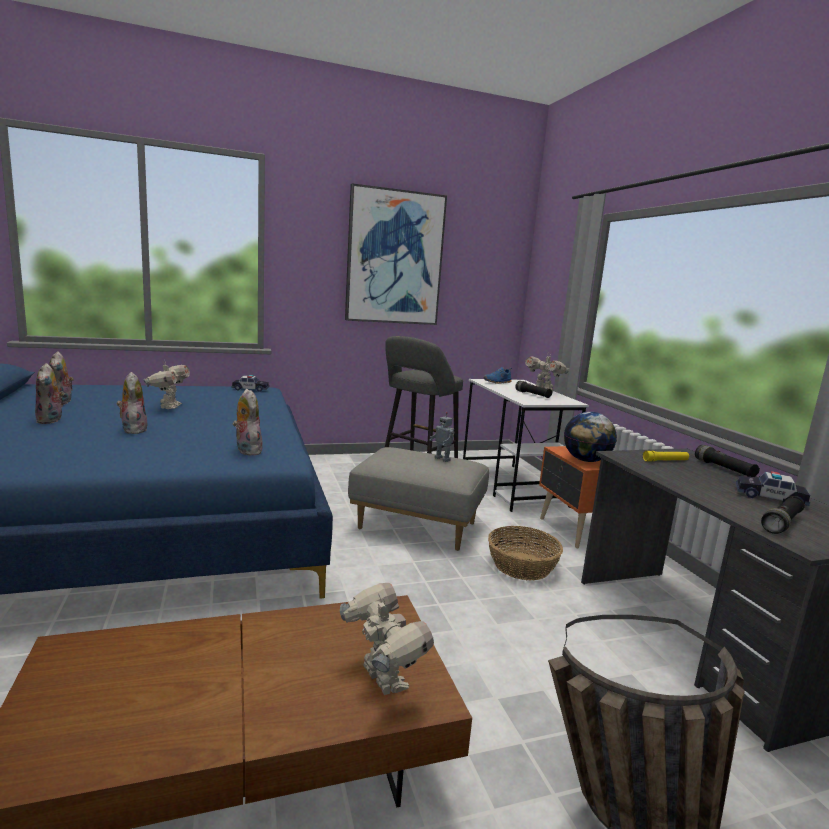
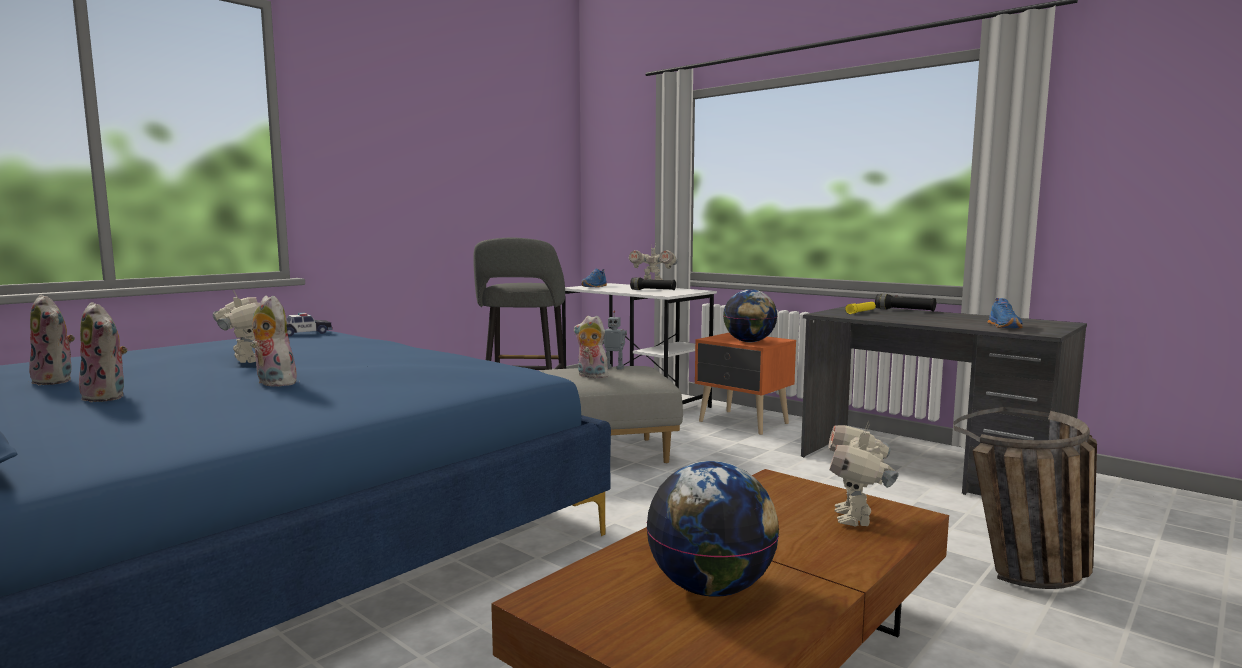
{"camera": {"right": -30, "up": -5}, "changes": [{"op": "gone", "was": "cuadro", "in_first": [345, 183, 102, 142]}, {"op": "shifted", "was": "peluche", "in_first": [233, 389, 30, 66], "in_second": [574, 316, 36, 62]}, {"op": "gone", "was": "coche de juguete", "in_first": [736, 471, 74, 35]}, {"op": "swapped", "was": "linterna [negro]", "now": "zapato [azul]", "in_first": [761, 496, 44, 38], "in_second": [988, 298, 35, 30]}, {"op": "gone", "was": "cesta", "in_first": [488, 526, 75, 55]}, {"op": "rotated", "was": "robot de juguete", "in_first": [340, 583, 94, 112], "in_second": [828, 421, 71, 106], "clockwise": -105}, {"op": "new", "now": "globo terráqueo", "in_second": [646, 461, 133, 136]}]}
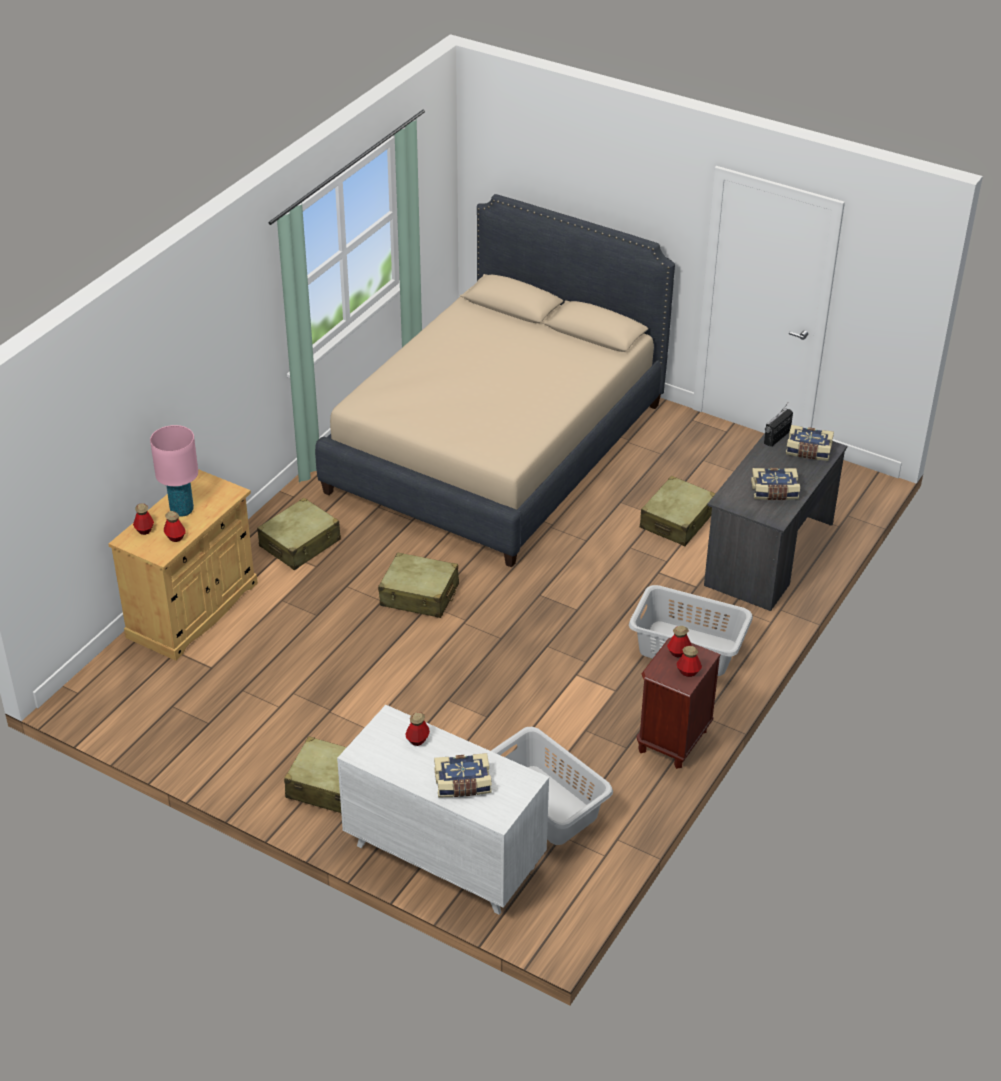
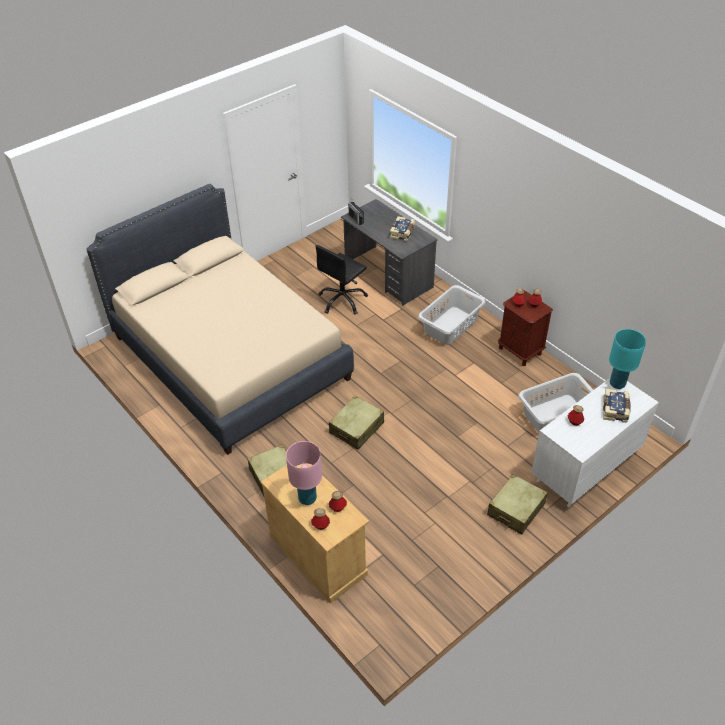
{"camera": {"right": -70, "up": 5}, "changes": [{"op": "gone", "was": "libro", "in_first": [786, 425, 48, 36]}, {"op": "swapped", "was": "maleta [beis]", "now": "silla de oficina [negro]", "in_first": [640, 476, 76, 70], "in_second": [315, 245, 53, 70]}, {"op": "new", "now": "lámpara de mesa [turquesa]", "in_second": [609, 329, 37, 60]}]}
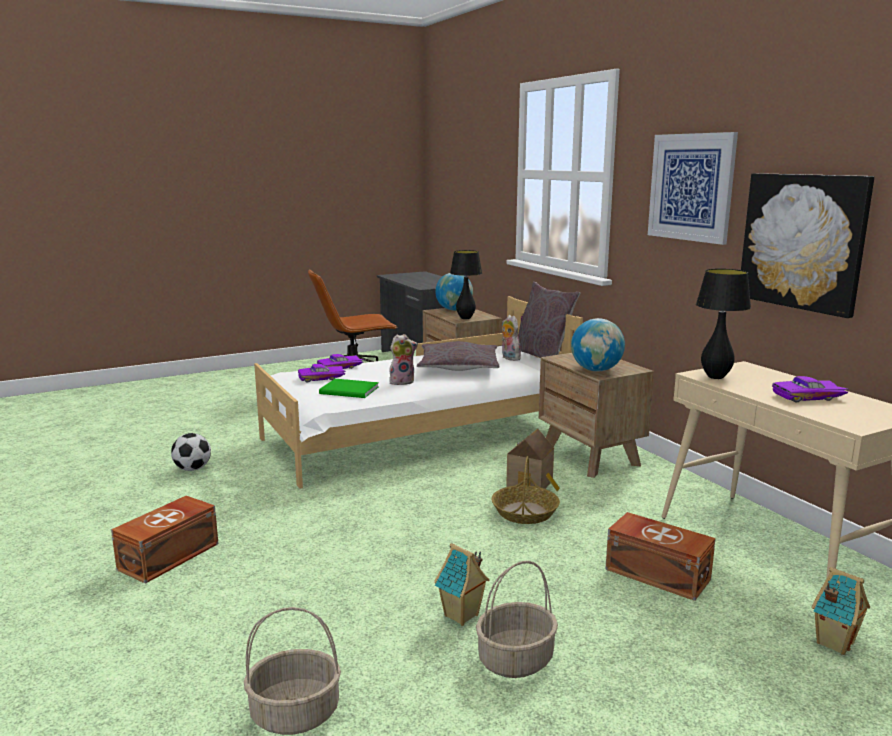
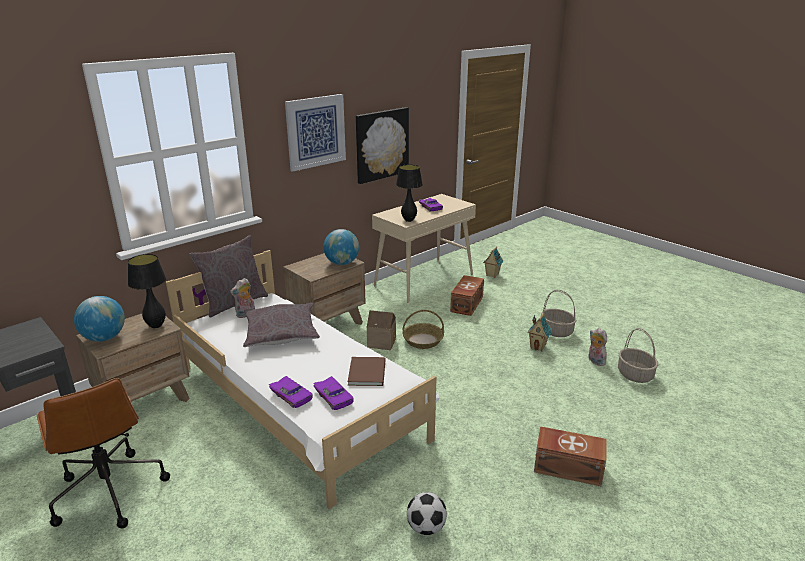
{"camera": {"right": -105, "up": 10}, "changes": [{"op": "shifted", "was": "peluche", "in_first": [389, 334, 29, 52], "in_second": [588, 328, 19, 38]}, {"op": "repainted", "was": "libro [verde]", "now": "libro [marrón]", "in_first": [319, 379, 60, 19], "in_second": [348, 357, 38, 29]}]}
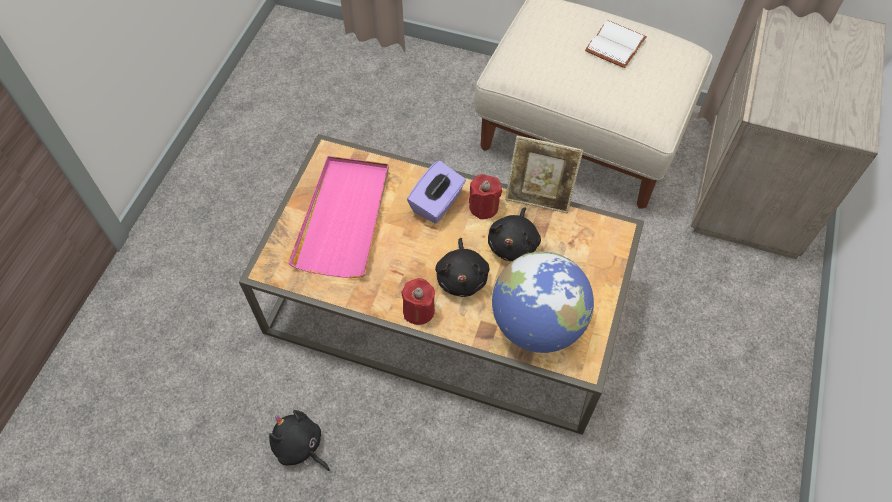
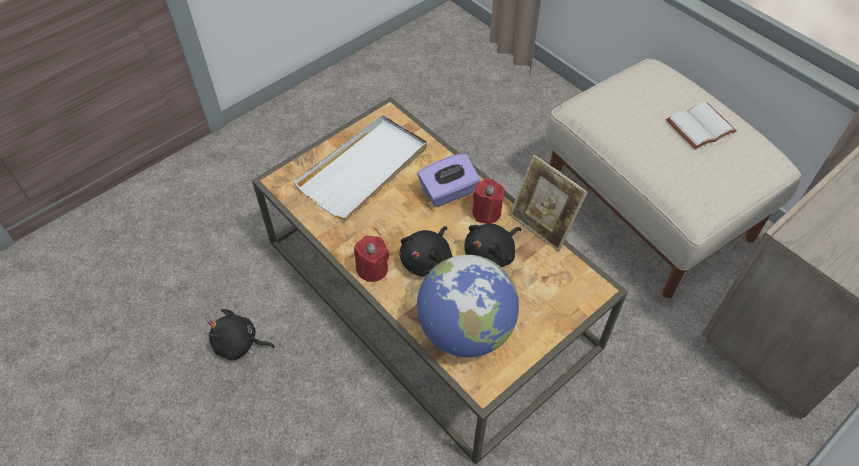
{"camera": {"right": 30, "up": -5}, "changes": [{"op": "repainted", "was": "bandeja [rosa]", "now": "bandeja [blanco]", "in_first": [288, 156, 101, 122], "in_second": [294, 115, 133, 104]}, {"op": "rotated", "was": "peluche [negro]", "in_first": [269, 410, 61, 61], "in_second": [207, 309, 68, 51], "clockwise": -60}]}
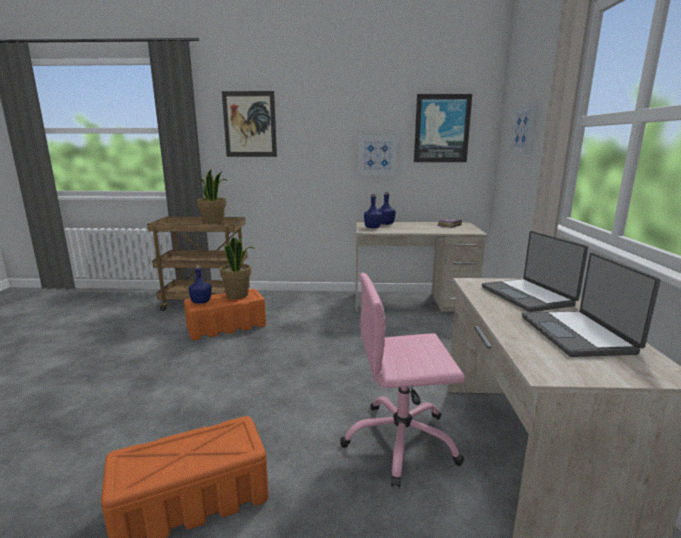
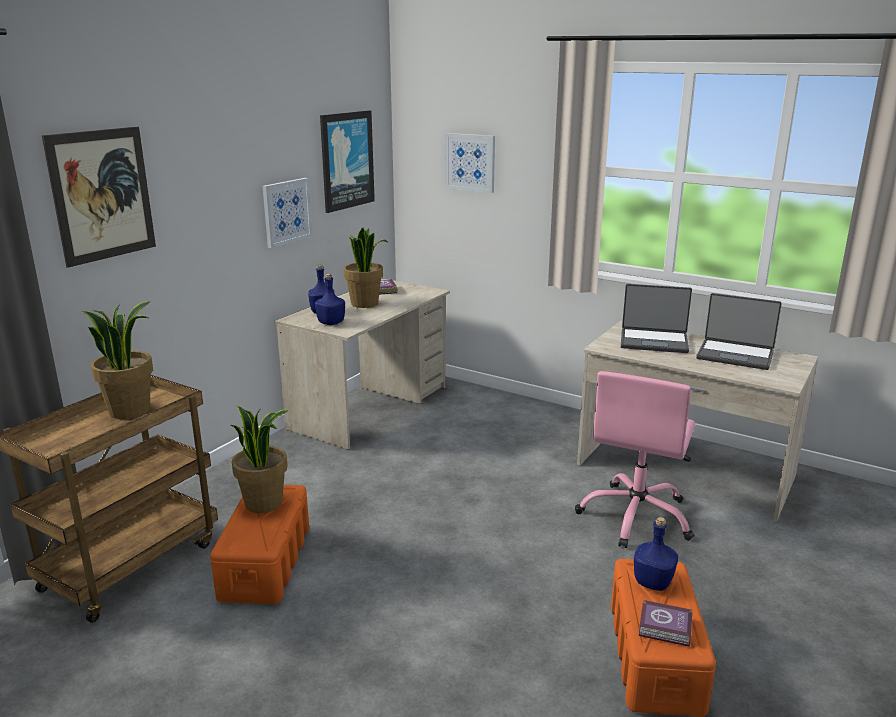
{"camera": {"right": -60, "up": 5}, "changes": [{"op": "shifted", "was": "botella [azul]", "in_first": [188, 265, 24, 39], "in_second": [634, 517, 44, 74]}, {"op": "new", "now": "planta en maceta", "in_second": [344, 228, 44, 80]}, {"op": "new", "now": "libro", "in_second": [638, 600, 55, 47]}]}
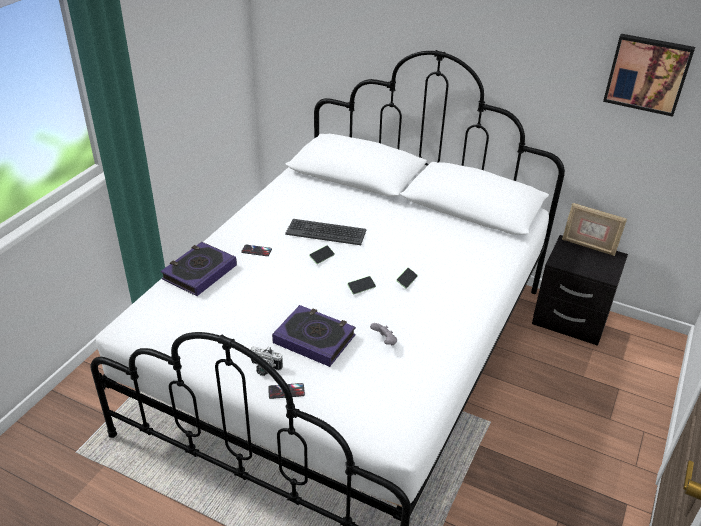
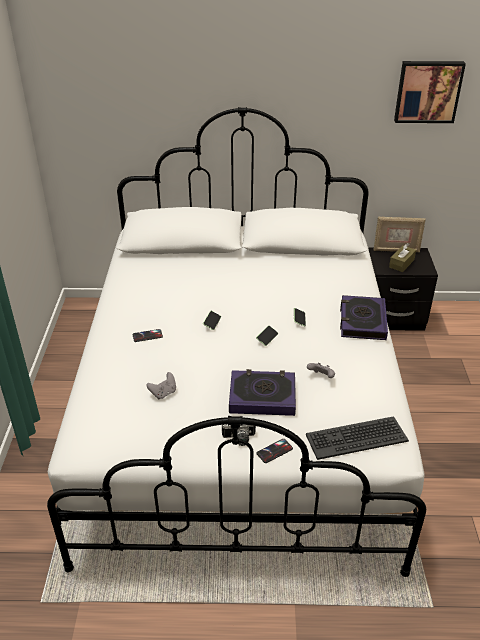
{"camera": {"right": -25, "up": 0}, "changes": [{"op": "shifted", "was": "teclado", "in_first": [285, 219, 81, 26], "in_second": [306, 416, 103, 44]}, {"op": "shifted", "was": "libro", "in_first": [160, 242, 77, 54], "in_second": [340, 295, 48, 45]}, {"op": "new", "now": "caja de pañuelos [marrón]", "in_second": [389, 243, 27, 29]}, {"op": "new", "now": "mando de consola [gris]", "in_second": [146, 372, 30, 27]}]}
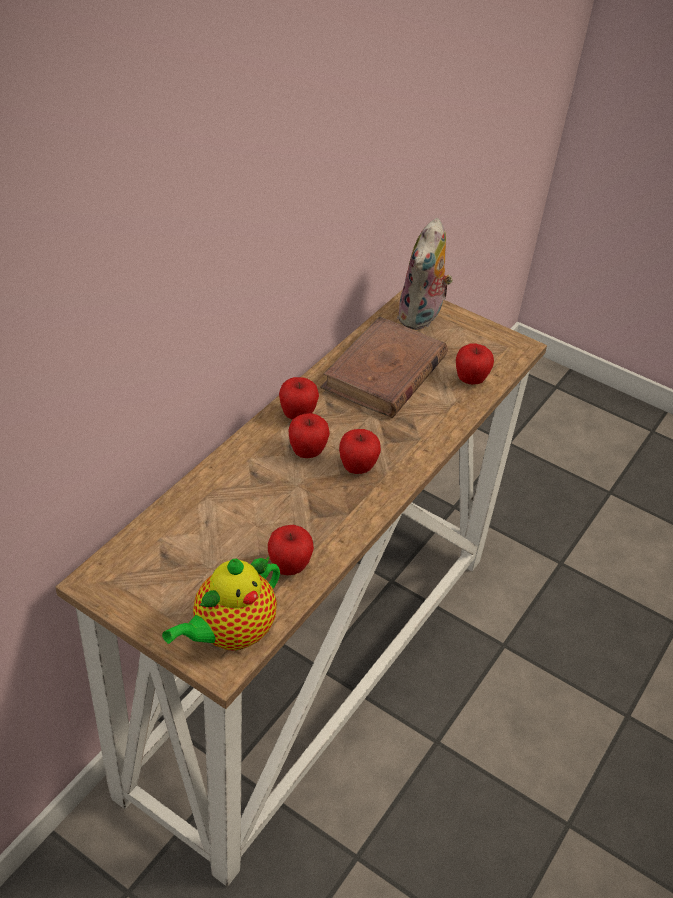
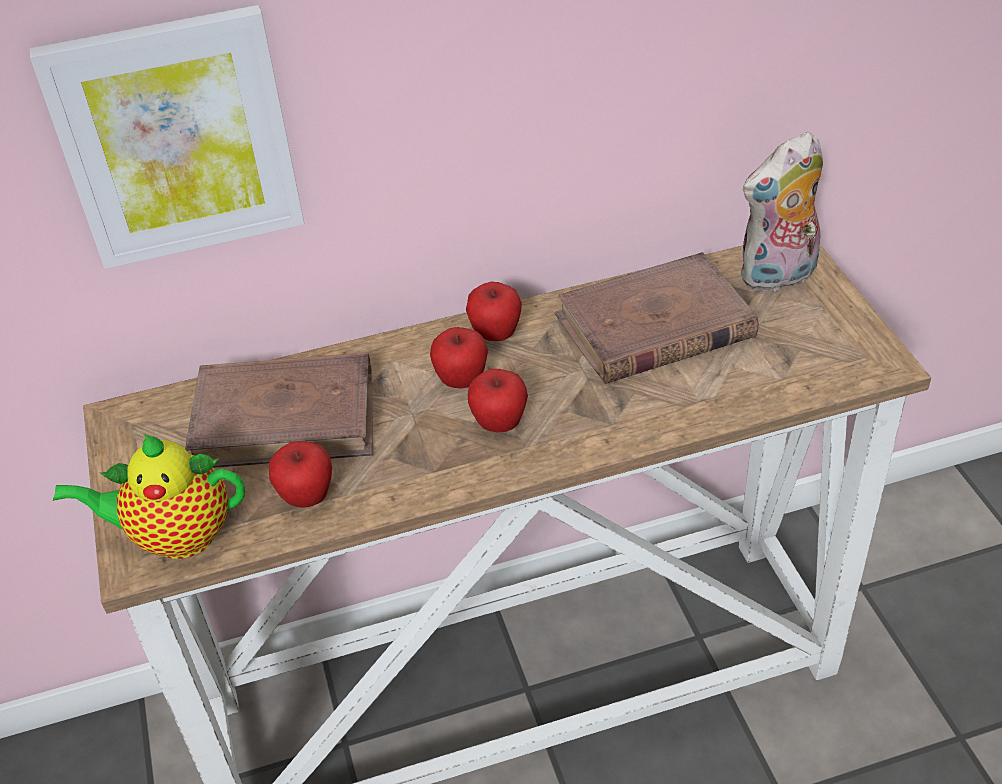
{"camera": {"right": 45, "up": 0}, "changes": [{"op": "gone", "was": "manzana", "in_first": [456, 343, 38, 41]}, {"op": "new", "now": "cuadro", "in_second": [29, 5, 275, 264]}, {"op": "new", "now": "libro [marrón]", "in_second": [185, 352, 188, 116]}]}
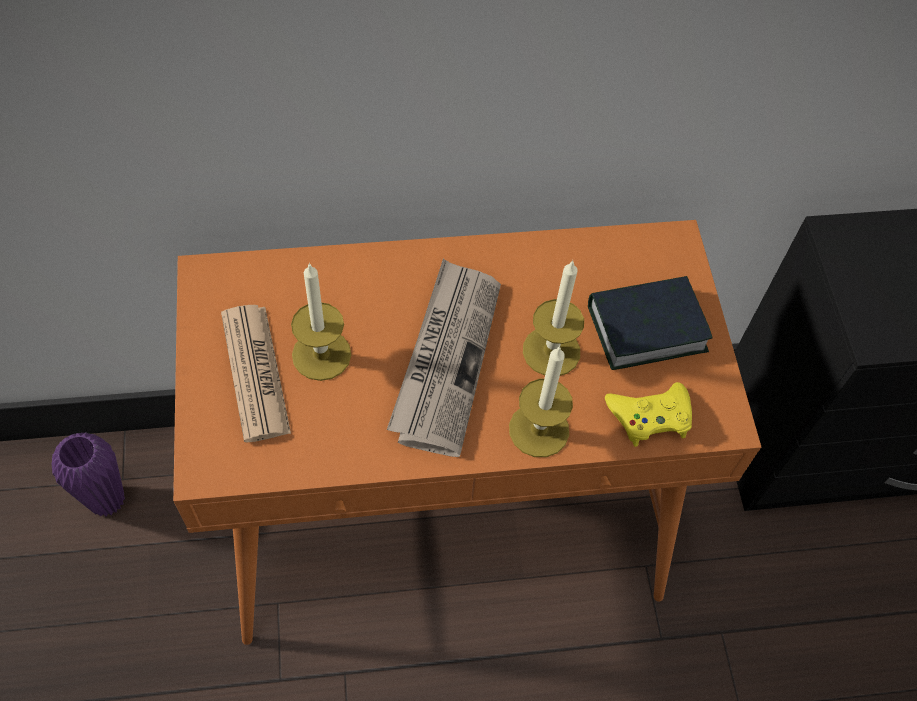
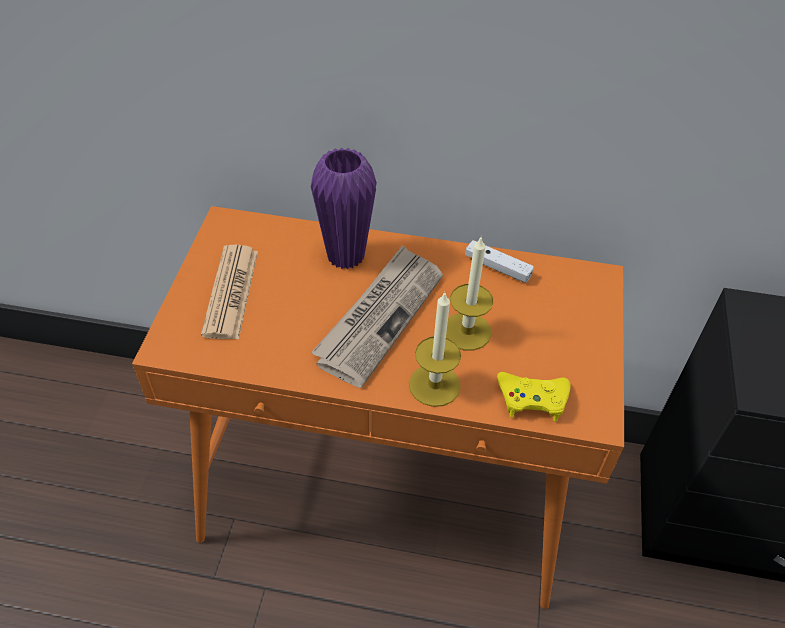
{"camera": {"right": 20, "up": -10}, "changes": [{"op": "gone", "was": "vela", "in_first": [291, 262, 60, 119]}, {"op": "gone", "was": "libro", "in_first": [588, 276, 125, 94]}, {"op": "shifted", "was": "florero [morado]", "in_first": [51, 433, 74, 83], "in_second": [311, 148, 66, 121]}, {"op": "new", "now": "mando de consola [blanco]", "in_second": [465, 240, 69, 43]}]}
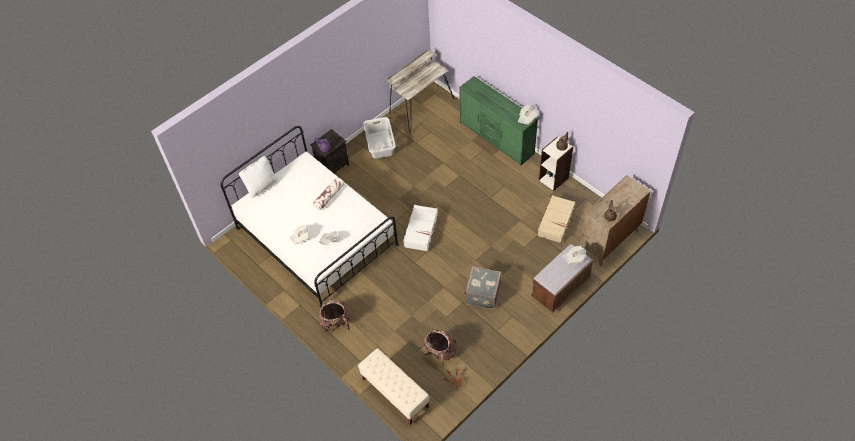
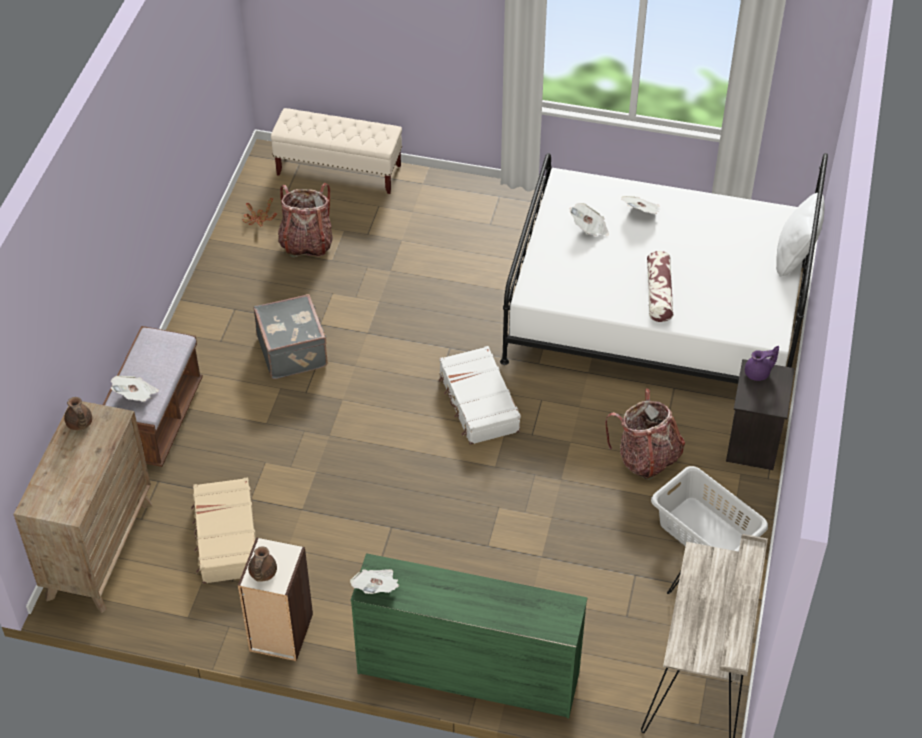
{"camera": {"right": 145, "up": -5}, "changes": [{"op": "shifted", "was": "mochila", "in_first": [319, 300, 31, 32], "in_second": [605, 388, 80, 92]}]}
